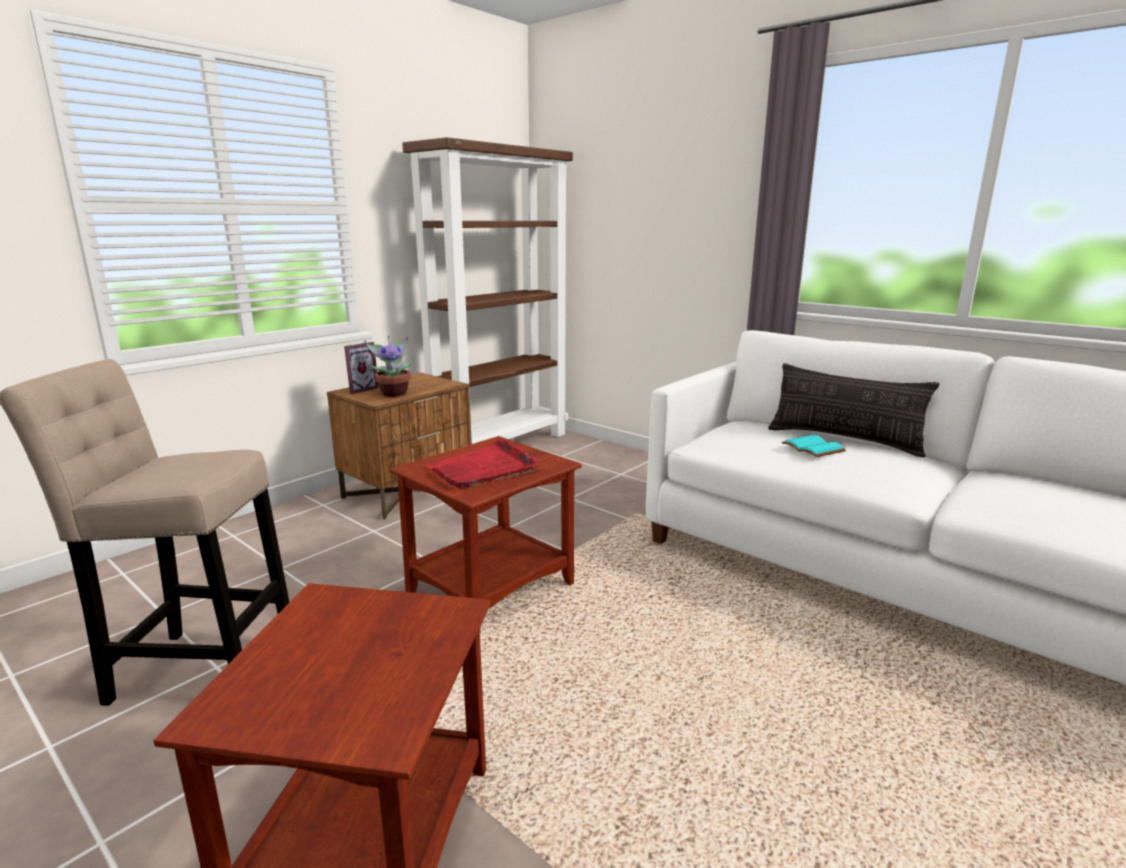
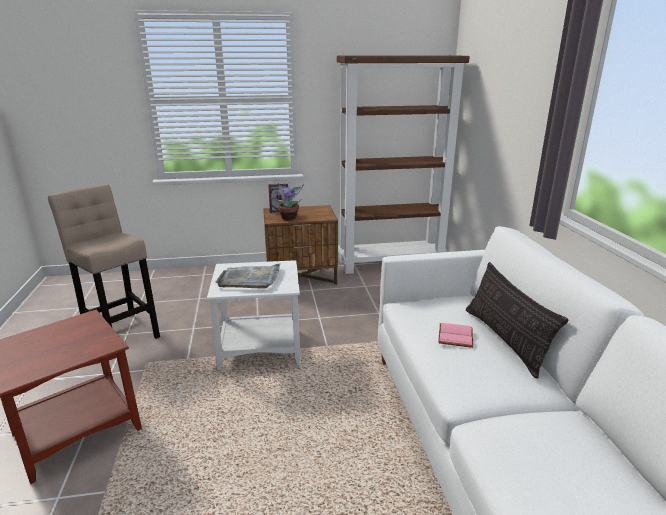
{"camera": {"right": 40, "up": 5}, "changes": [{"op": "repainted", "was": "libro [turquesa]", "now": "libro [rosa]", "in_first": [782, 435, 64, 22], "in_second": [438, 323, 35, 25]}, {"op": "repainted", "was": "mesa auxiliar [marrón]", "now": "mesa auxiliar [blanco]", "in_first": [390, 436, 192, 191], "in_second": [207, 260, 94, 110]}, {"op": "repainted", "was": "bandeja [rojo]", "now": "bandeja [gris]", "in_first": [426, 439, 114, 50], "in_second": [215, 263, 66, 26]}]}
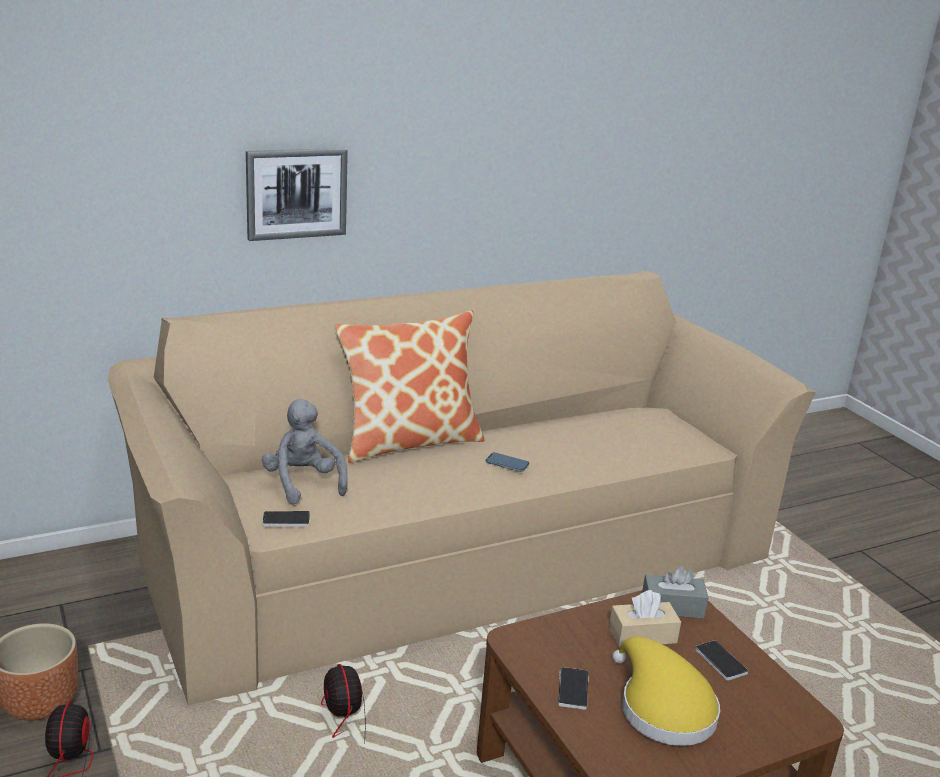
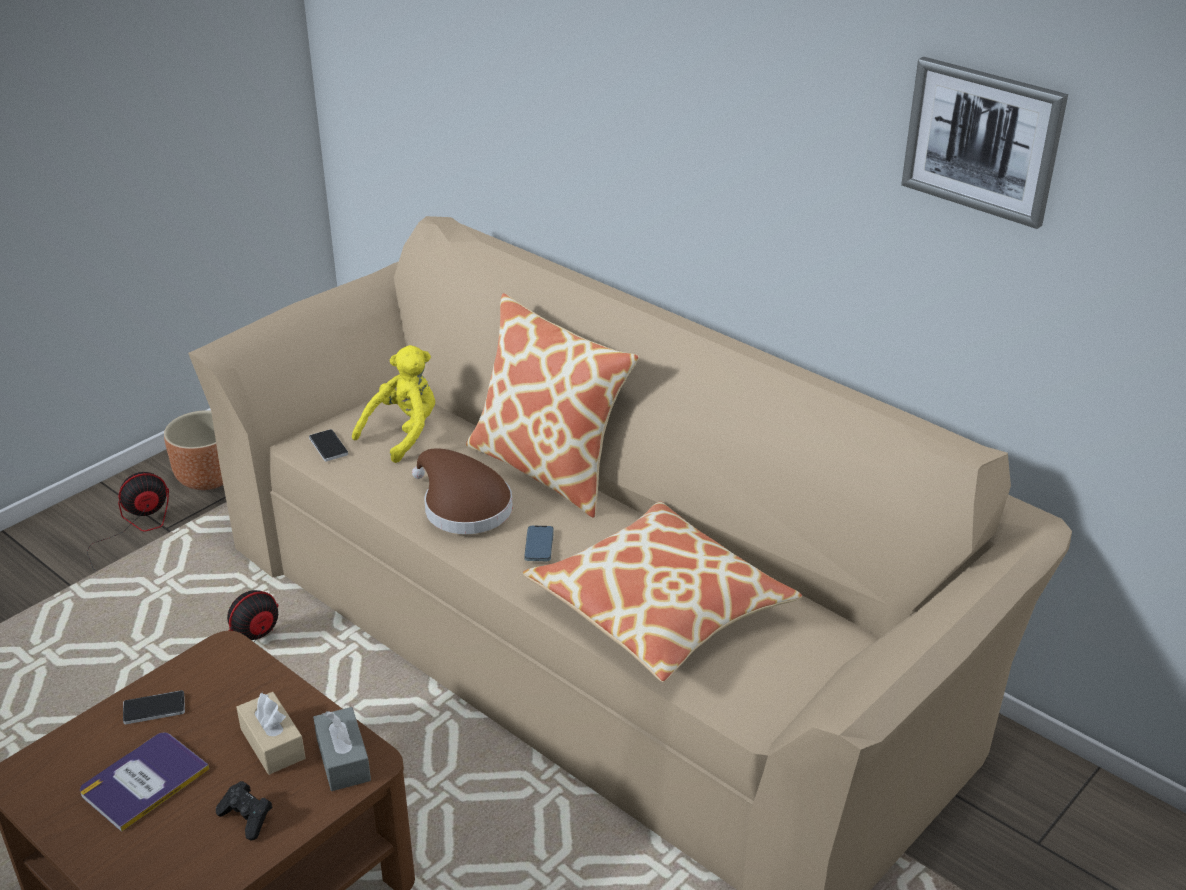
{"camera": {"right": 70, "up": 10}, "changes": [{"op": "shifted", "was": "cuadro", "in_first": [246, 148, 102, 93], "in_second": [901, 57, 167, 172]}, {"op": "repainted", "was": "peluche [gris]", "now": "peluche [amarillo]", "in_first": [262, 399, 86, 106], "in_second": [352, 345, 83, 118]}, {"op": "swapped", "was": "sombrero [amarillo]", "now": "libro", "in_first": [612, 636, 108, 110], "in_second": [80, 732, 130, 100]}, {"op": "swapped", "was": "móvil", "now": "mando de consola [negro]", "in_first": [695, 640, 53, 40], "in_second": [216, 781, 57, 59]}, {"op": "new", "now": "sombrero [marrón]", "in_second": [412, 448, 101, 86]}, {"op": "new", "now": "cojín", "in_second": [523, 502, 279, 180]}]}
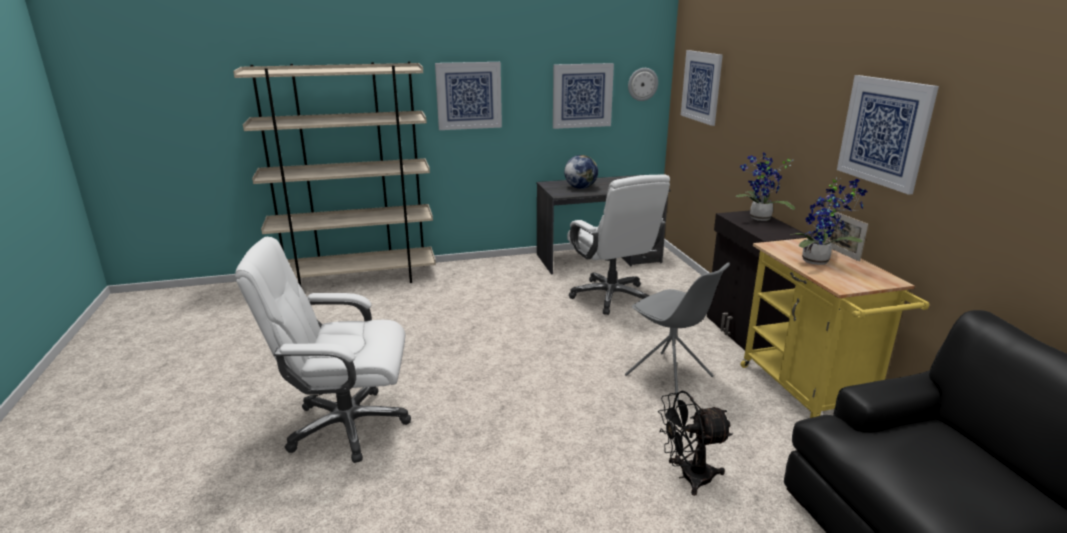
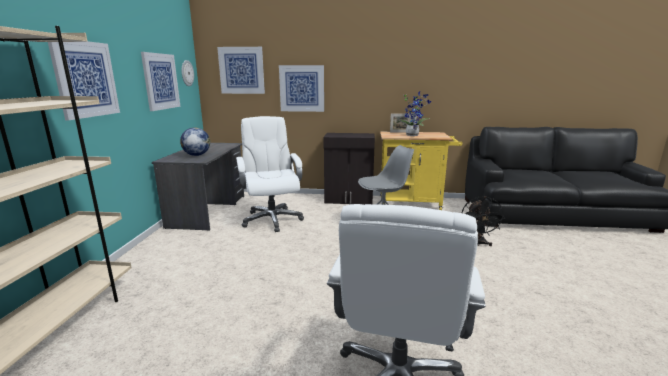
{"camera": {"right": -70, "up": -5}, "changes": [{"op": "shifted", "was": "cuadro", "in_first": [837, 75, 102, 120], "in_second": [279, 65, 45, 47]}, {"op": "gone", "was": "planta en maceta", "in_first": [736, 152, 59, 69]}, {"op": "rotated", "was": "silla de oficina [blanco]", "in_first": [567, 174, 103, 141], "in_second": [236, 116, 68, 116], "clockwise": -105}]}
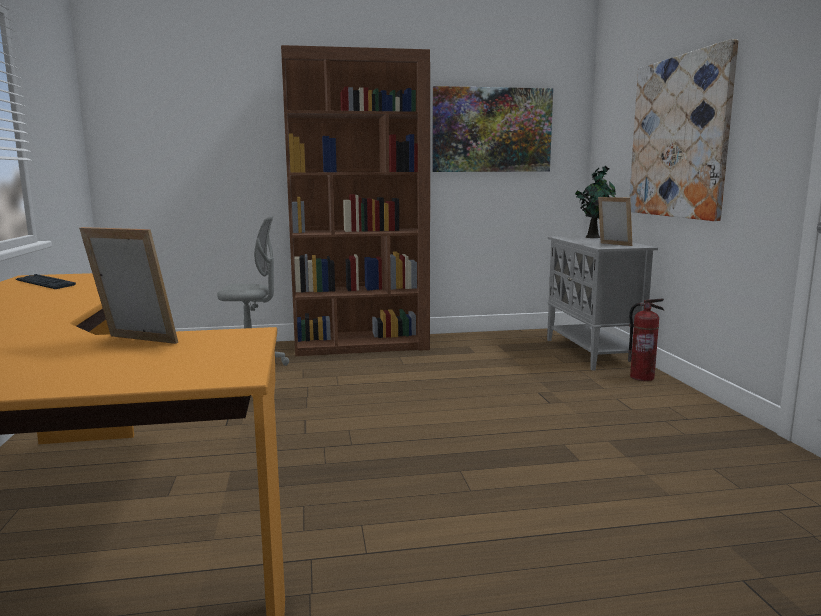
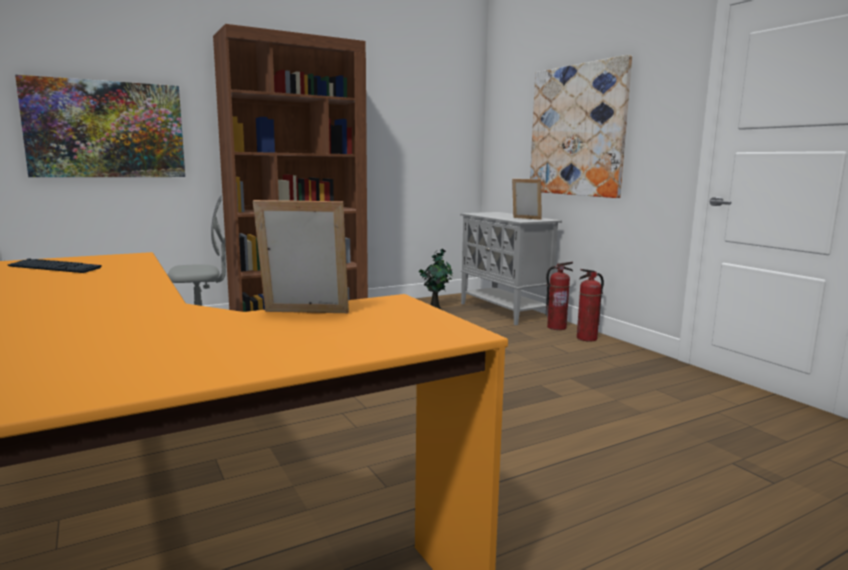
{"camera": {"right": -20, "up": 0}, "changes": [{"op": "shifted", "was": "cuadro", "in_first": [432, 86, 121, 86], "in_second": [15, 74, 170, 103]}, {"op": "shifted", "was": "planta en maceta", "in_first": [575, 166, 41, 72], "in_second": [418, 249, 35, 60]}, {"op": "new", "now": "extintor", "in_second": [577, 269, 27, 73]}]}
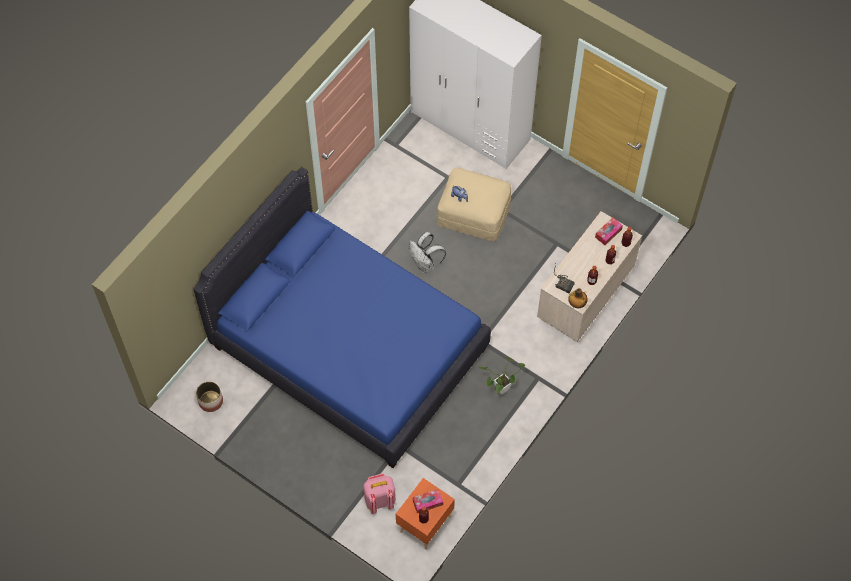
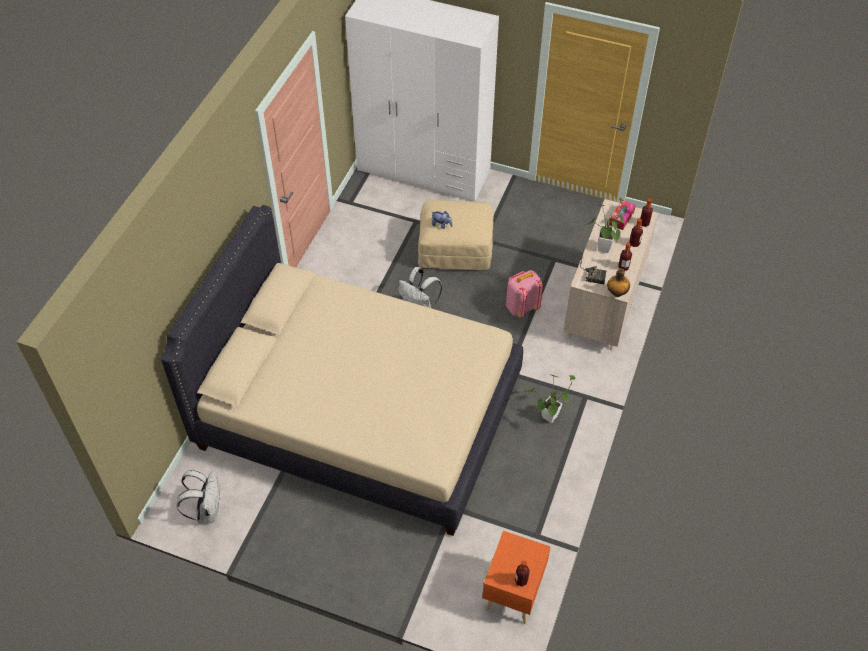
{"camera": {"right": -15, "up": -10}, "changes": [{"op": "repainted", "was": "cama [azul]", "now": "cama [beis]", "in_first": [193, 167, 298, 301], "in_second": [161, 205, 362, 331]}, {"op": "swapped", "was": "maceta", "now": "mochila [blanco]", "in_first": [196, 381, 27, 31], "in_second": [176, 470, 45, 53]}, {"op": "shifted", "was": "mochila [rosa]", "in_first": [363, 473, 33, 41], "in_second": [506, 270, 37, 48]}, {"op": "gone", "was": "caja de pañuelos", "in_first": [413, 489, 30, 24]}, {"op": "new", "now": "planta en maceta", "in_second": [583, 197, 41, 56]}]}
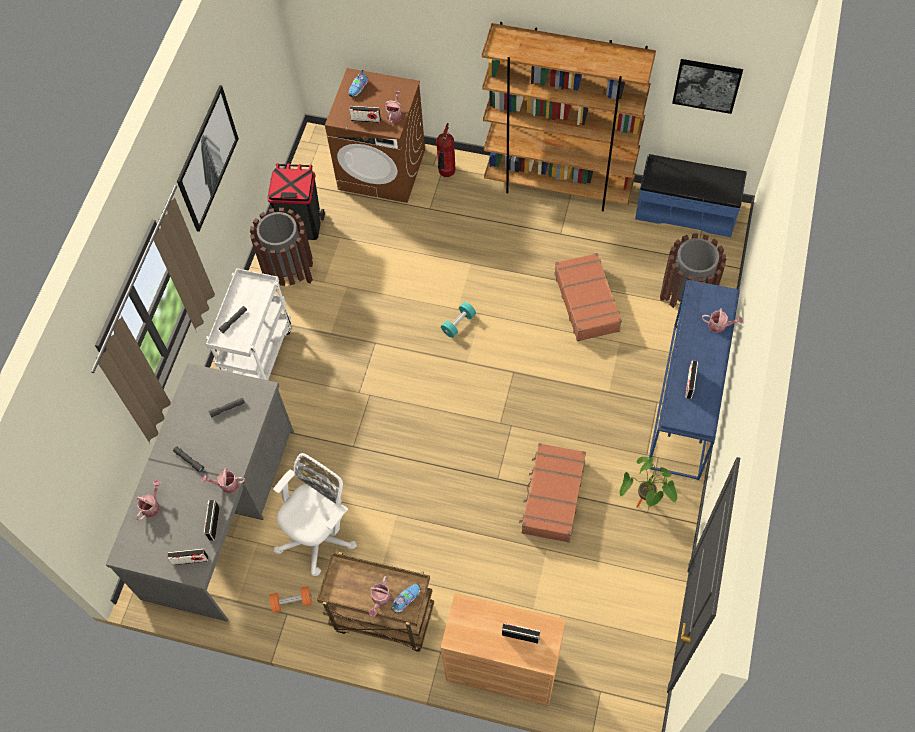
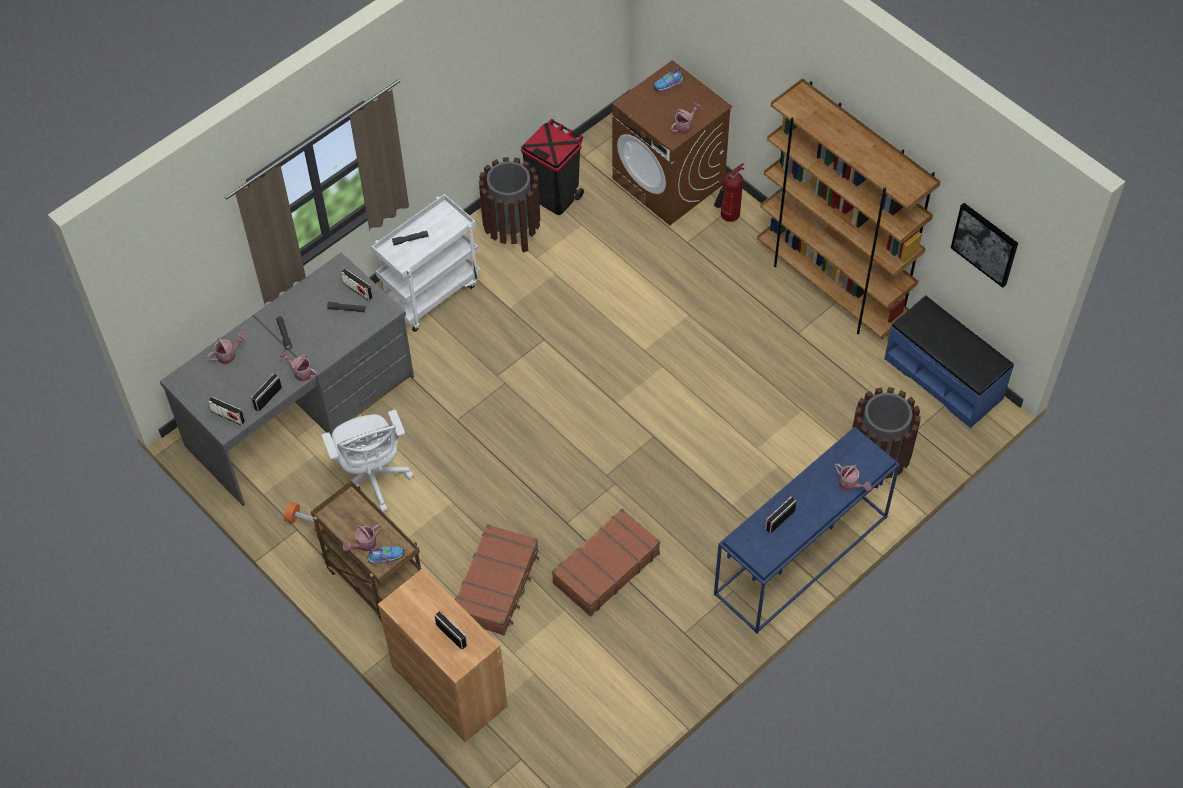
{"camera": {"right": 30, "up": -5}, "changes": [{"op": "gone", "was": "cuadro", "in_first": [177, 85, 62, 147]}, {"op": "shifted", "was": "radio", "in_first": [349, 106, 32, 17], "in_second": [341, 268, 32, 33]}, {"op": "shifted", "was": "maleta [marrón]", "in_first": [554, 253, 68, 89], "in_second": [455, 524, 85, 111]}, {"op": "gone", "was": "mancuerna [turquesa]", "in_first": [441, 302, 35, 36]}, {"op": "rotated", "was": "silla de oficina [blanco]", "in_first": [273, 453, 84, 123], "in_second": [322, 410, 92, 102], "clockwise": 90}, {"op": "gone", "was": "planta en maceta", "in_first": [620, 456, 57, 52]}]}
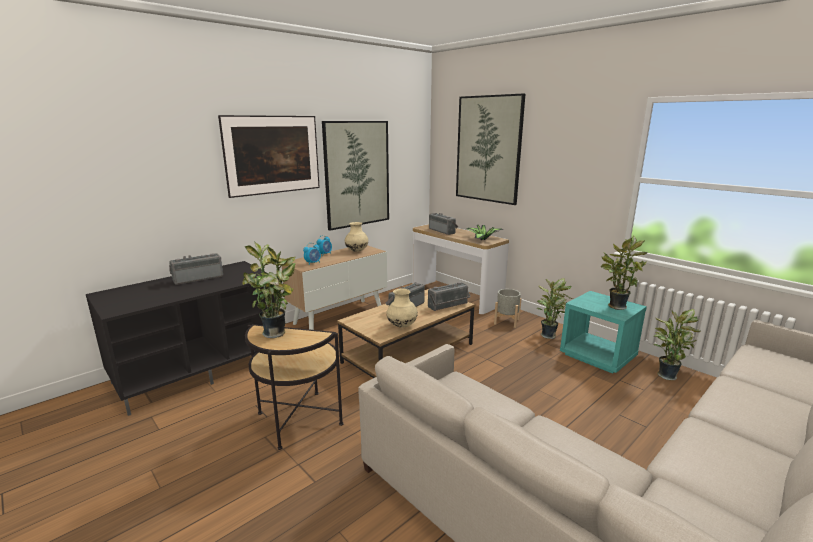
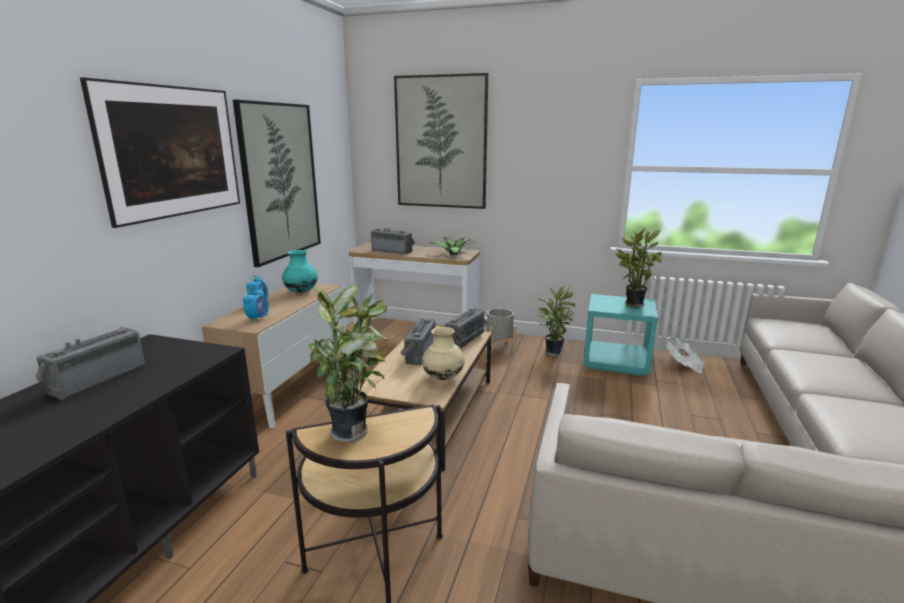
{"camera": {"right": -30, "up": 0}, "changes": [{"op": "repainted", "was": "florero [beis]", "now": "florero [turquesa]", "in_first": [345, 222, 23, 30], "in_second": [282, 250, 36, 43]}, {"op": "swapped", "was": "planta en maceta", "now": "periódico", "in_first": [653, 309, 48, 71], "in_second": [666, 337, 39, 36]}]}
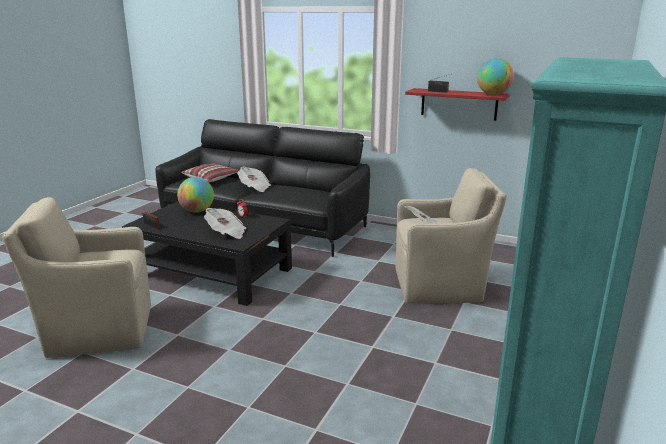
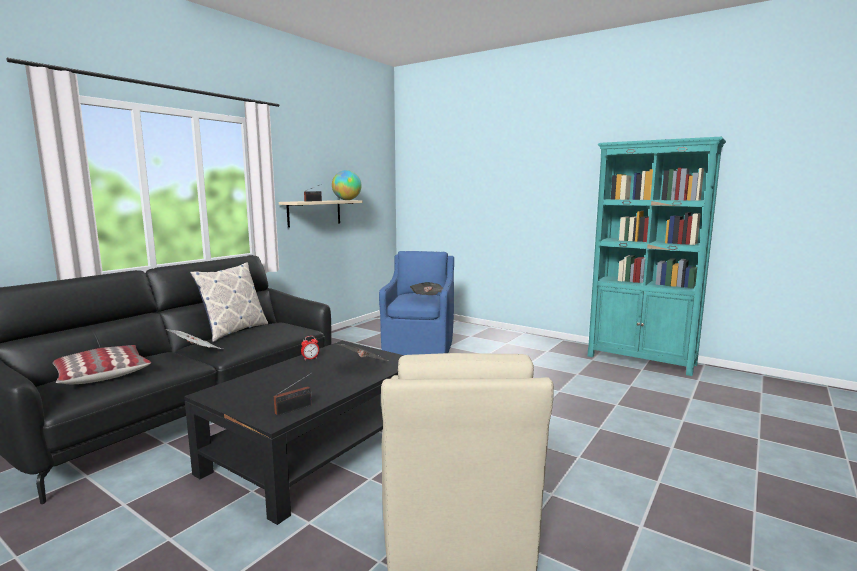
{"camera": {"right": -80, "up": -10}, "changes": [{"op": "repainted", "was": "estante [rojo]", "now": "estante [beis]", "in_first": [405, 88, 105, 33], "in_second": [279, 200, 84, 28]}, {"op": "repainted", "was": "sillón [beis]", "now": "sillón [azul]", "in_first": [396, 168, 111, 136], "in_second": [379, 251, 75, 104]}, {"op": "gone", "was": "globo terráqueo", "in_first": [177, 177, 37, 36]}, {"op": "new", "now": "cojín", "in_second": [190, 262, 78, 80]}]}
